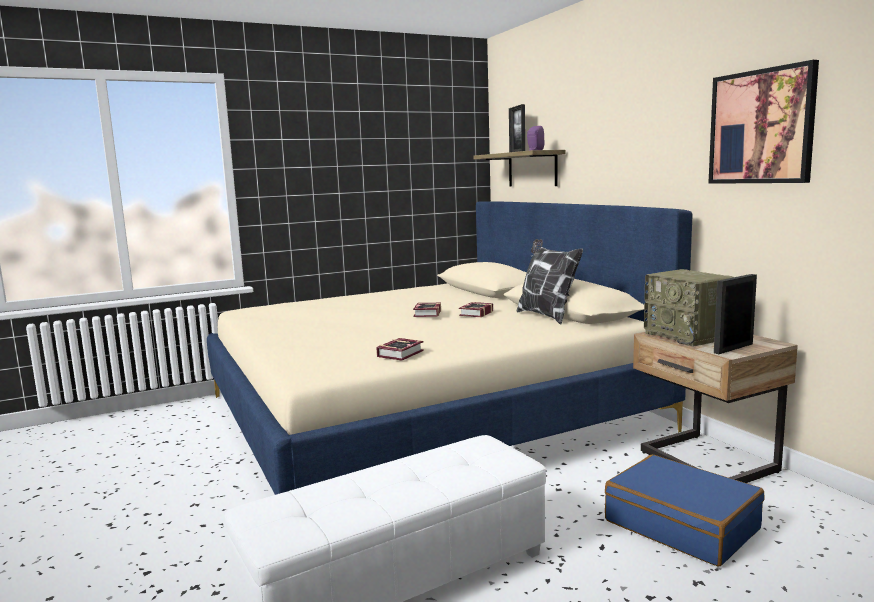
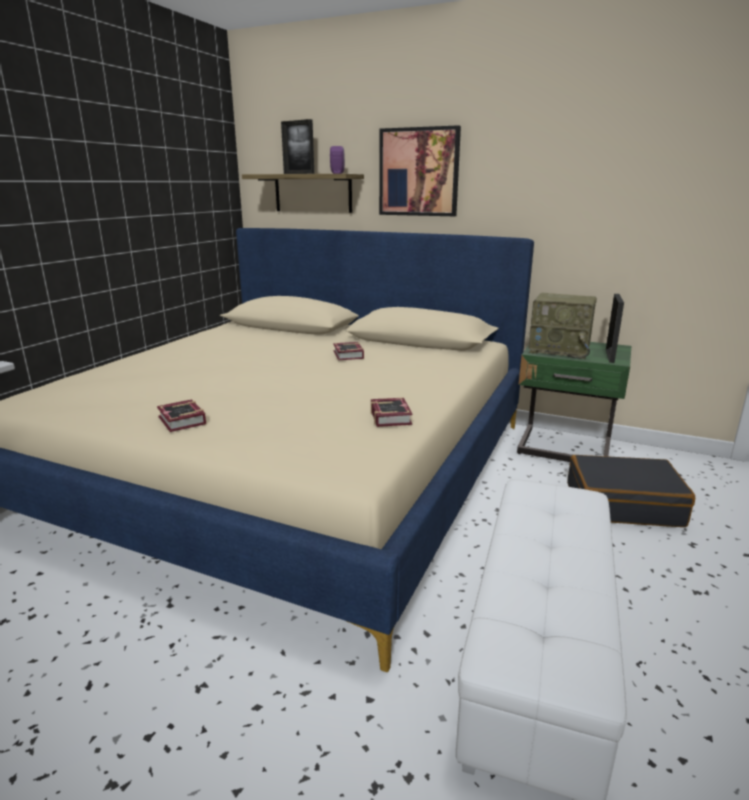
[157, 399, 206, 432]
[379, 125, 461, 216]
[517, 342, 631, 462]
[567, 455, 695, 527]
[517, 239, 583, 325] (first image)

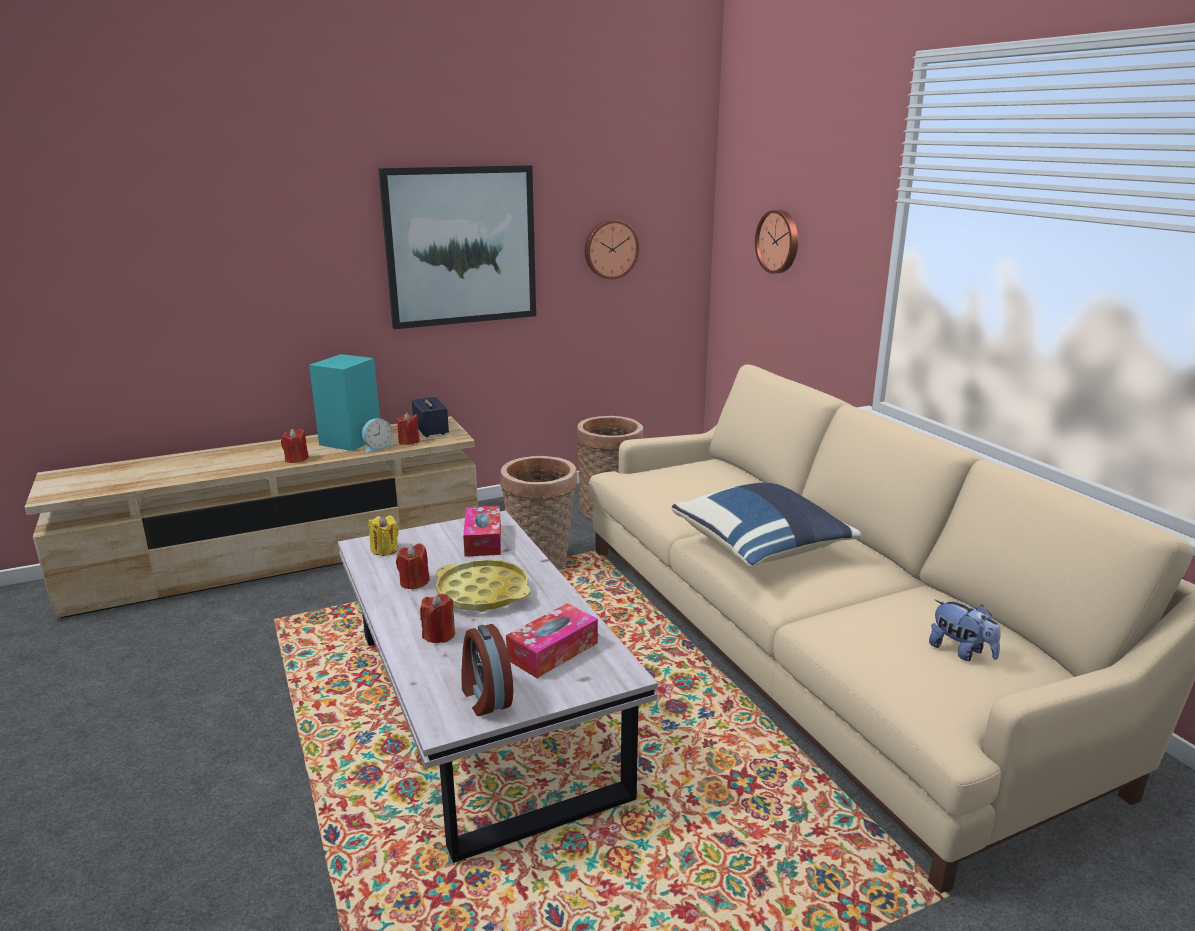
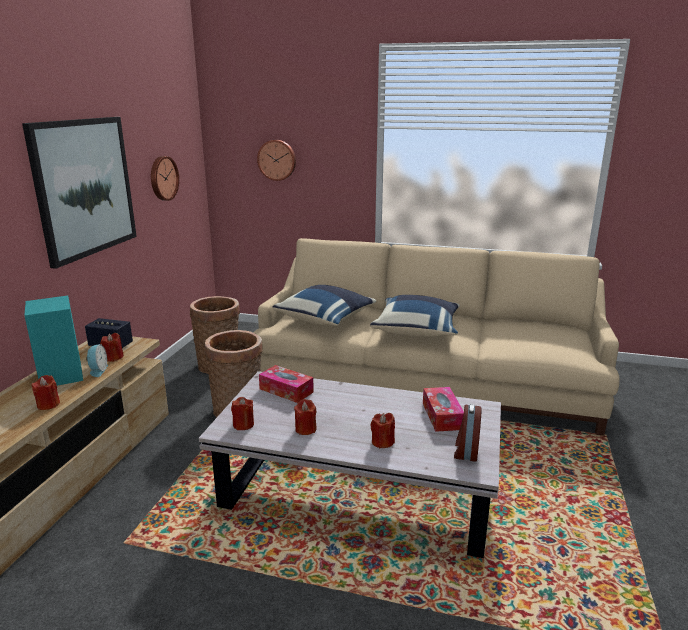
[231, 397, 254, 430]
[272, 285, 376, 326]
[454, 404, 482, 462]
[436, 559, 531, 612] (first image)
[929, 600, 1001, 661] (first image)

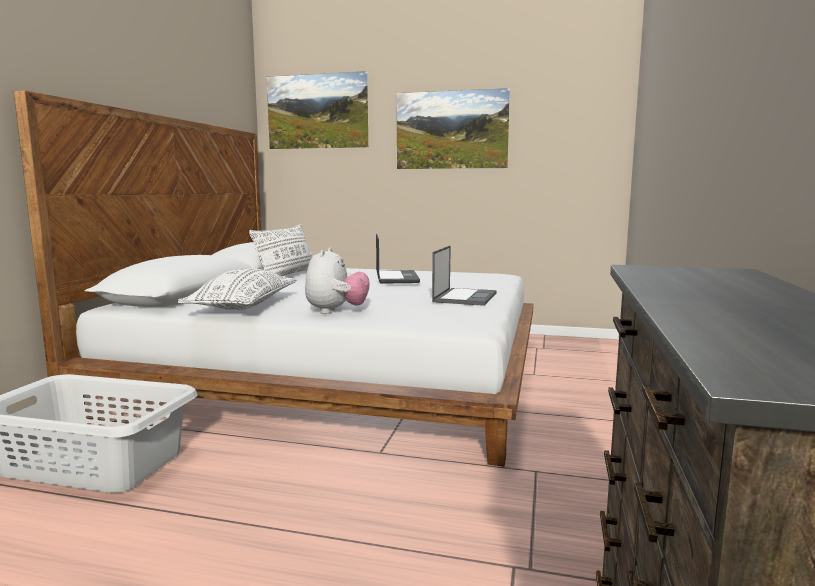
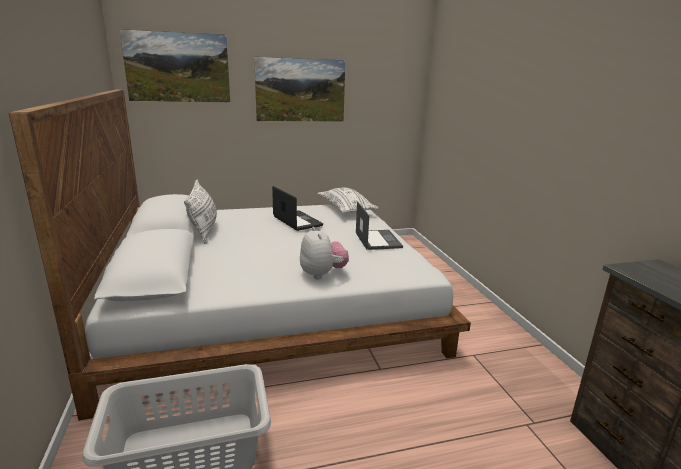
[318, 188, 379, 213]

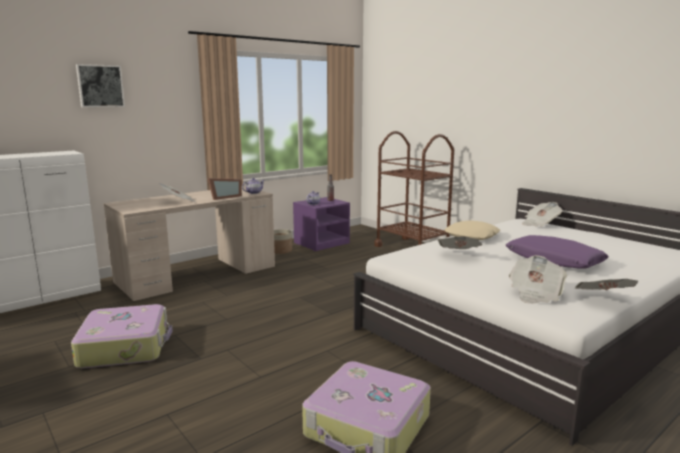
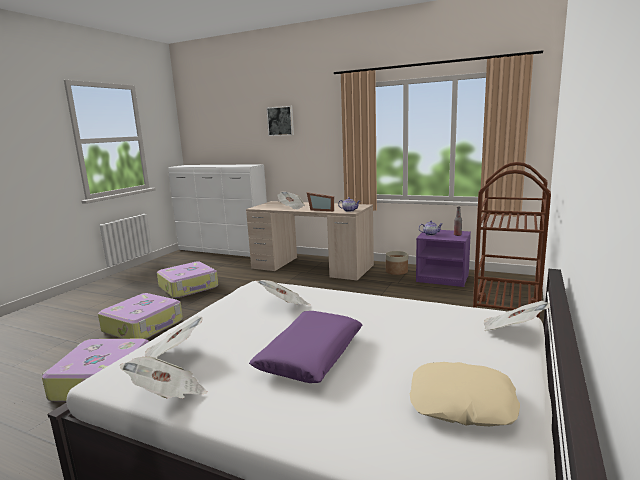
[98, 293, 183, 339]
[409, 362, 520, 426]

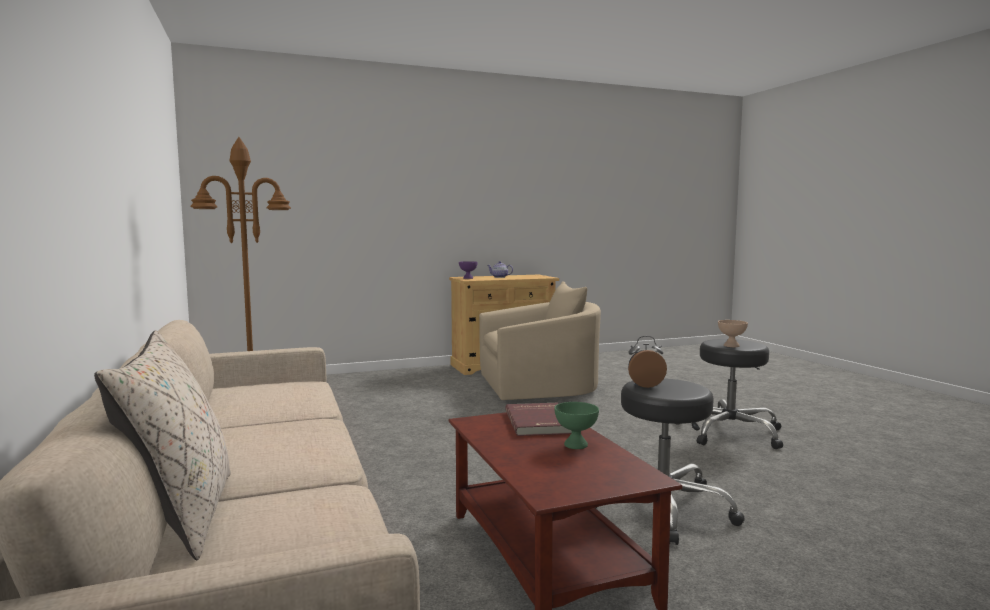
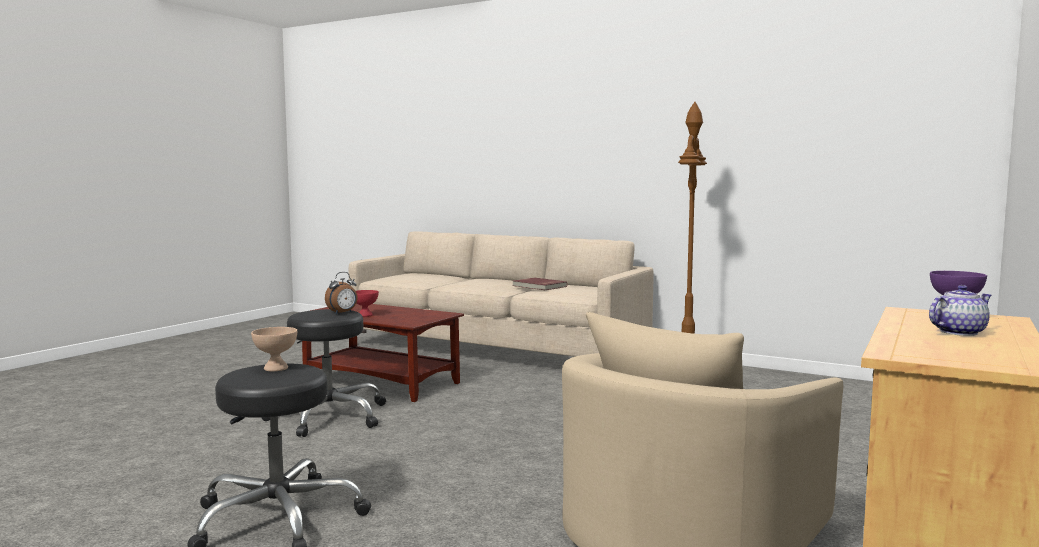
[356, 290, 379, 317]
[512, 277, 568, 290]
[94, 330, 231, 560] (first image)

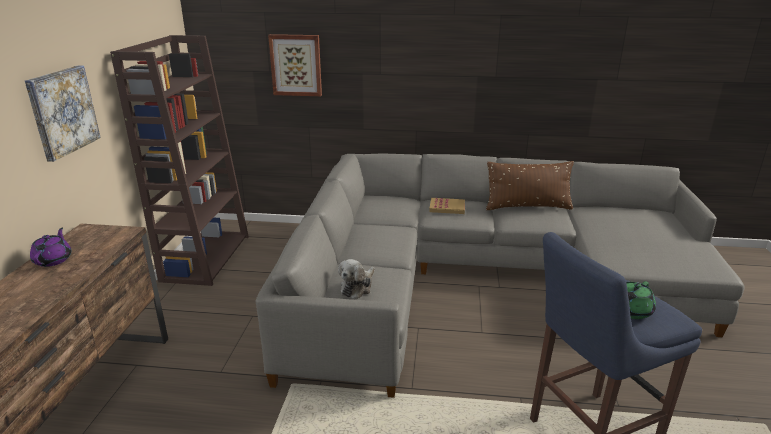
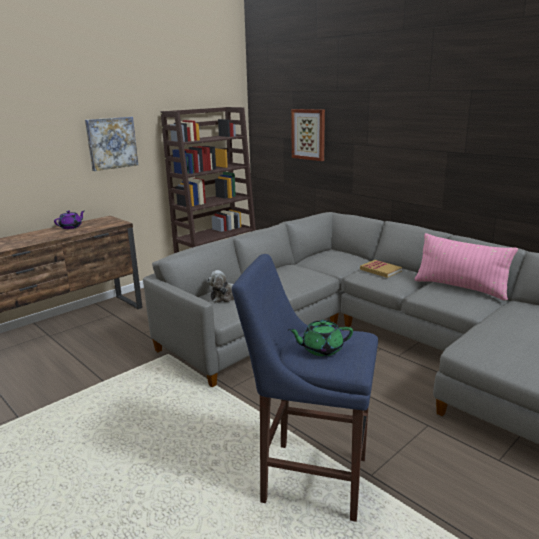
[415, 233, 518, 301]

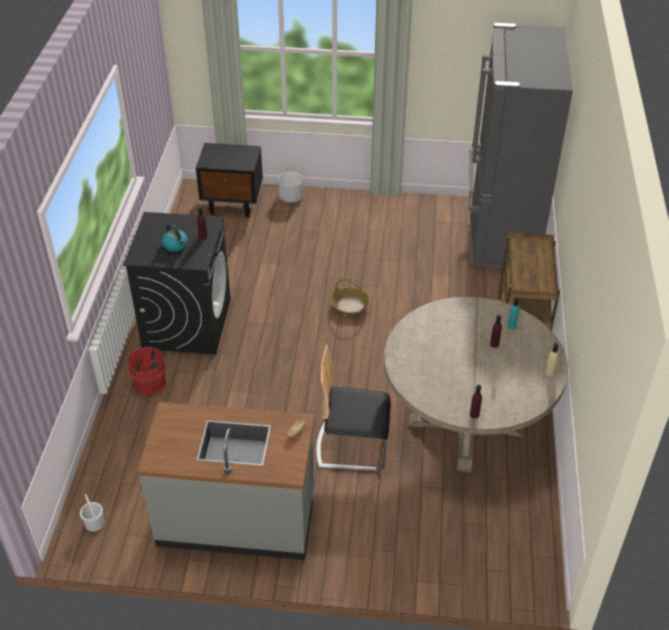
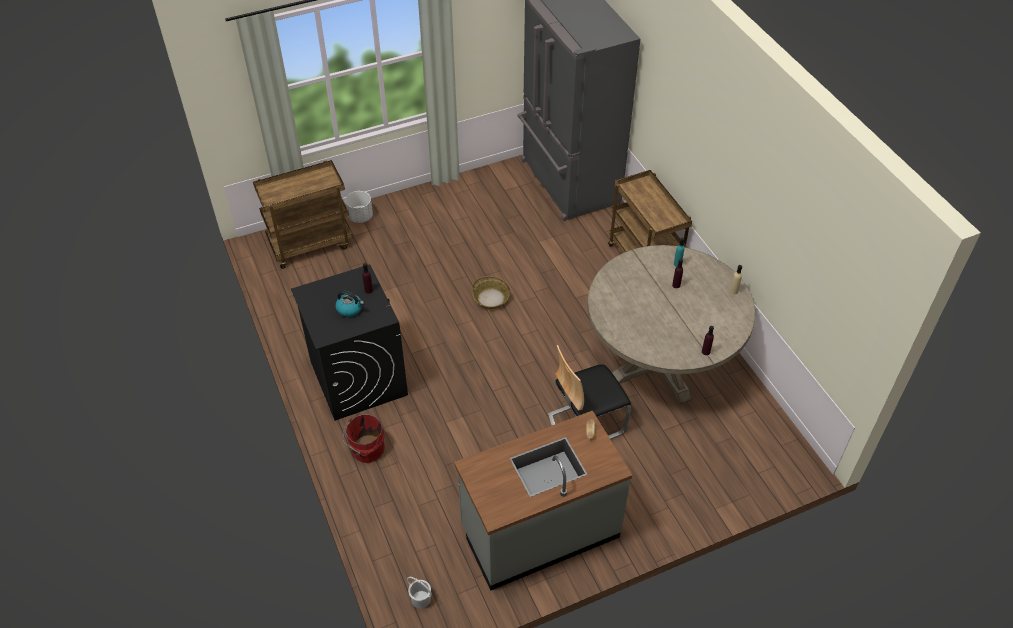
[253, 160, 353, 269]

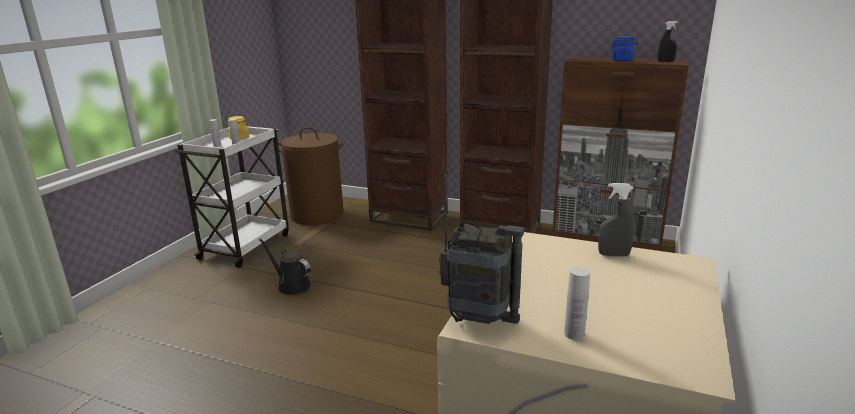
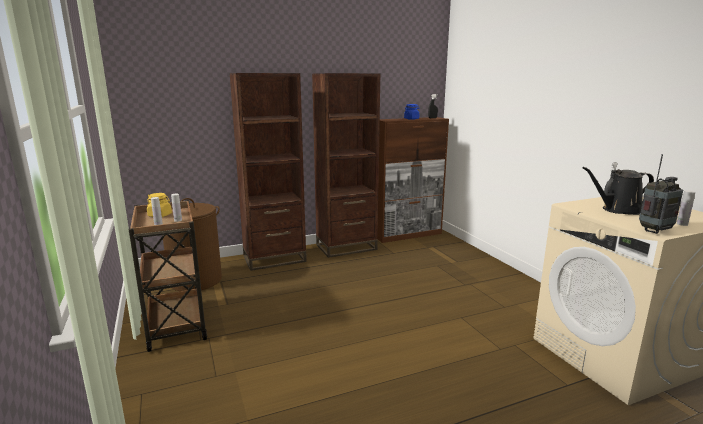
[129, 200, 207, 352]
[583, 167, 654, 215]

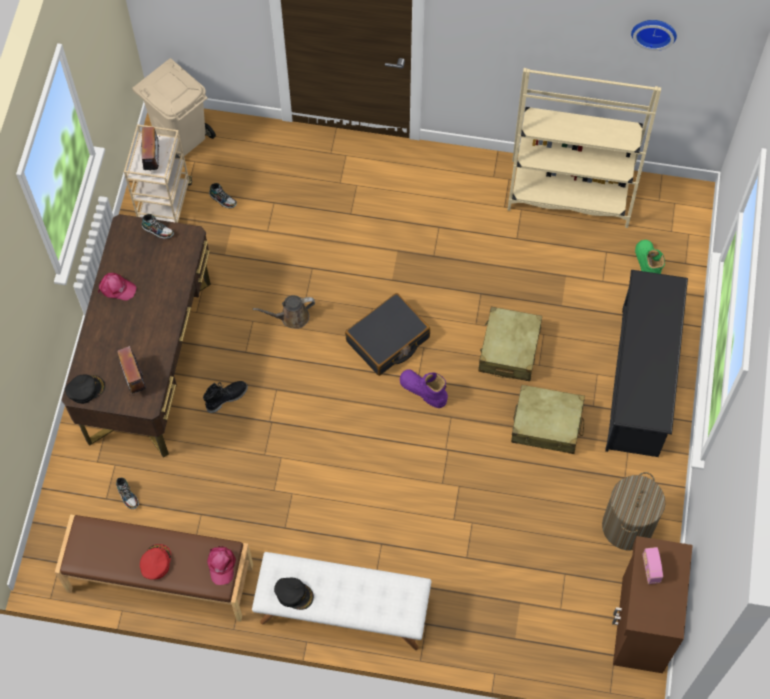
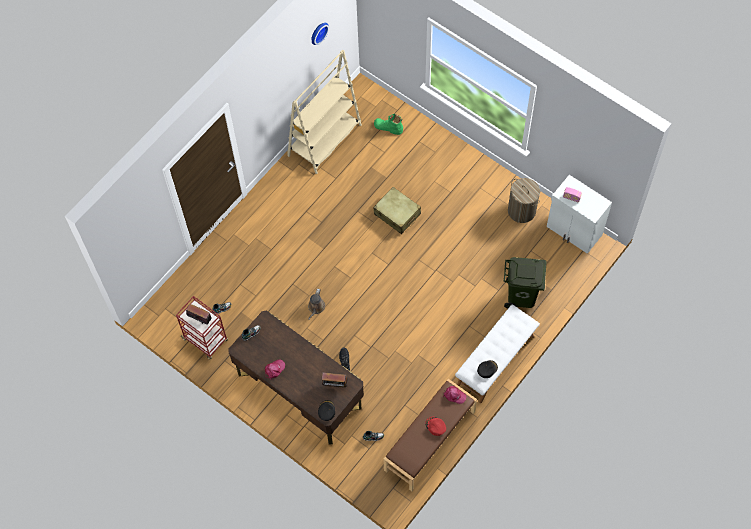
[176, 296, 228, 359]
[504, 257, 546, 308]
[547, 175, 612, 254]
[132, 58, 216, 158] (first image)
[345, 293, 430, 376] (first image)
[400, 370, 448, 408] (first image)
[511, 385, 585, 454] (first image)
[605, 270, 688, 457] (first image)

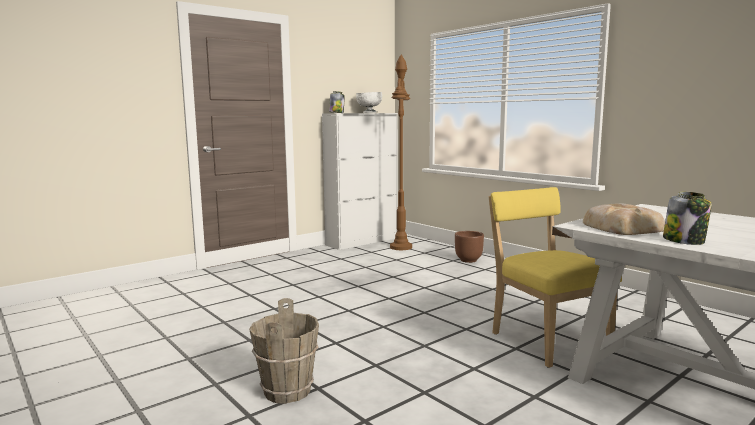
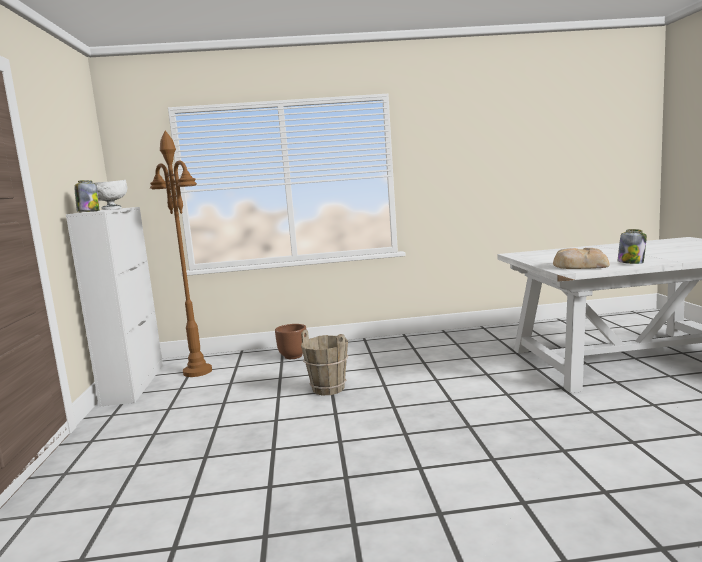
[301, 330, 348, 395]
[489, 187, 622, 368] (first image)

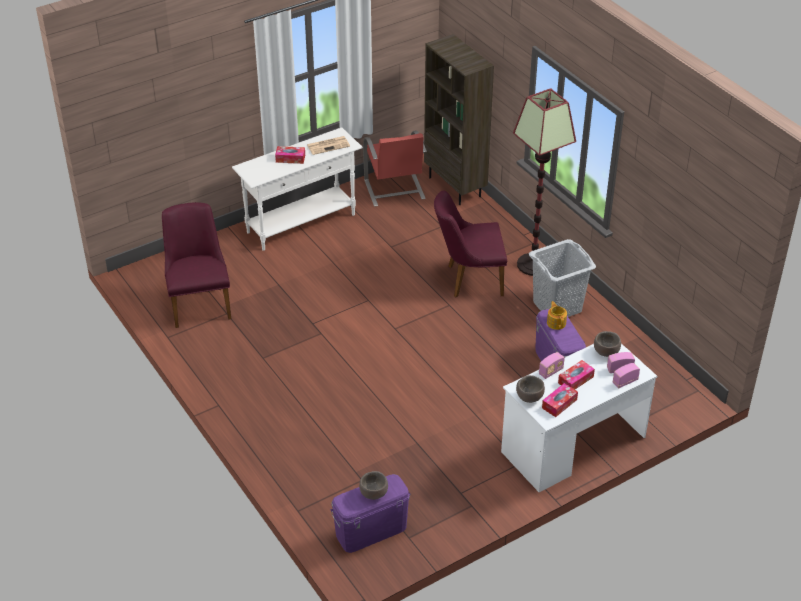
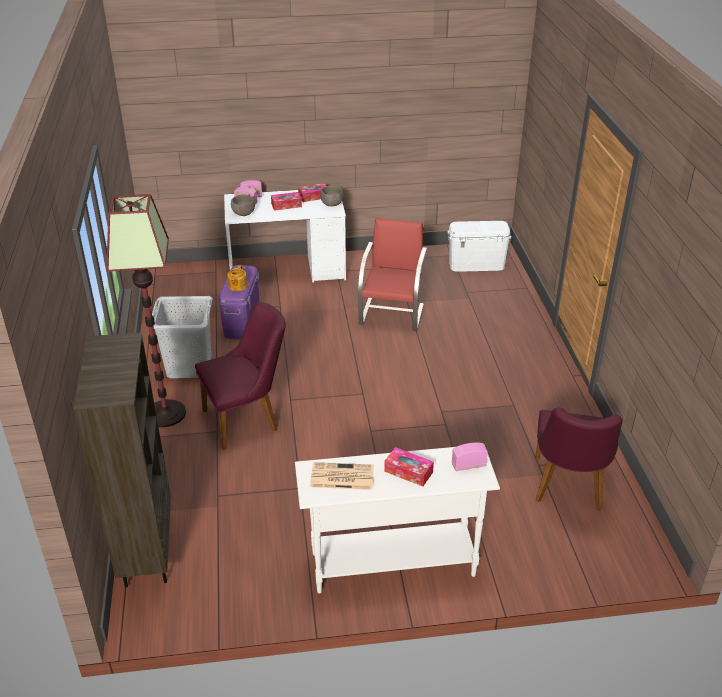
[195, 302, 286, 450]
[358, 218, 427, 331]
[447, 221, 512, 272]
[452, 442, 488, 471]
[359, 471, 388, 500] (first image)

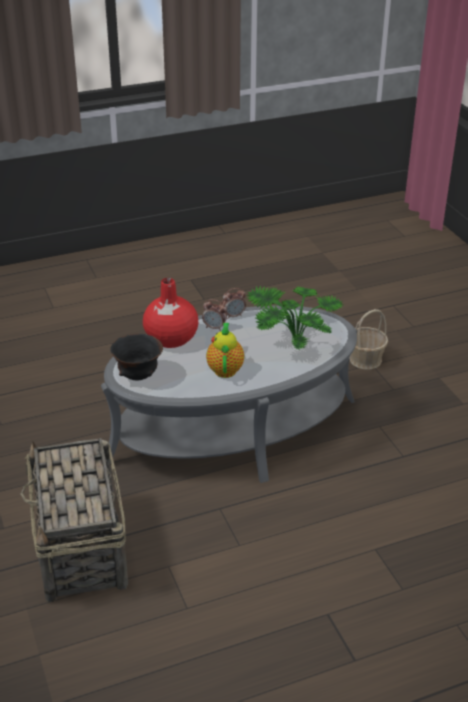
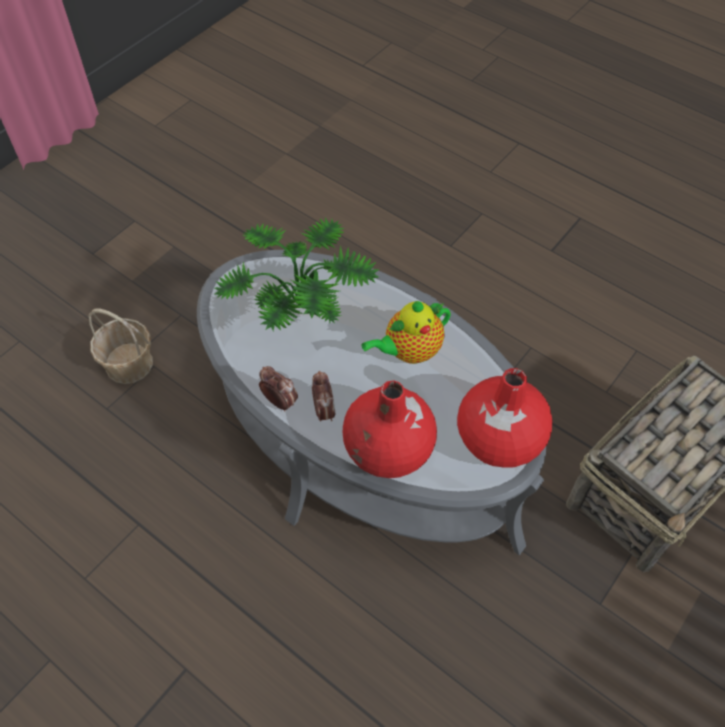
[457, 368, 552, 467]

